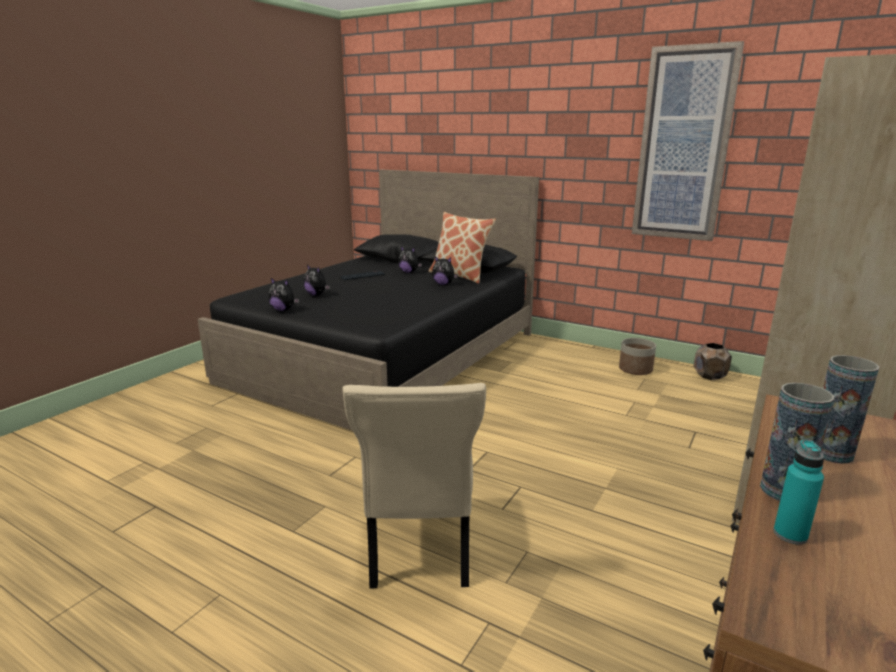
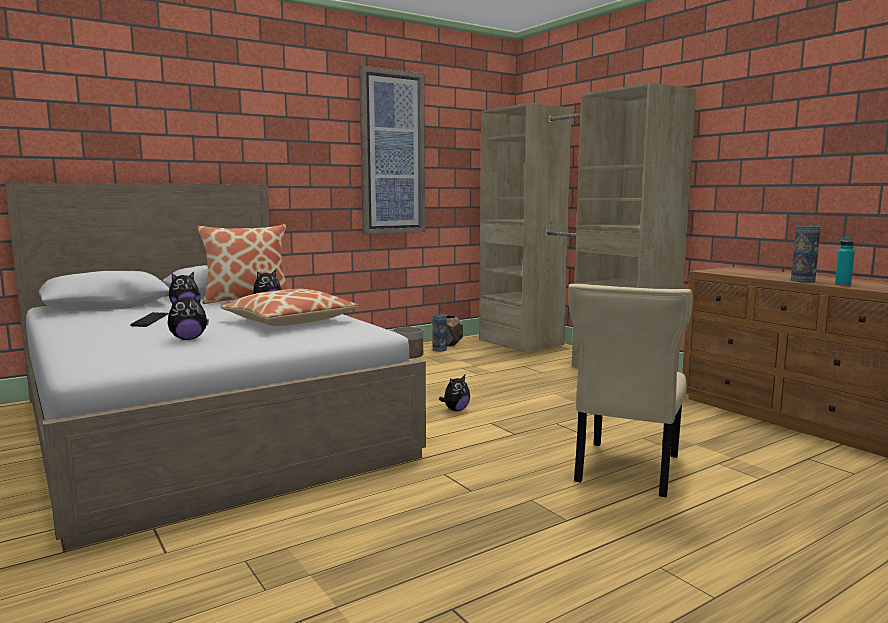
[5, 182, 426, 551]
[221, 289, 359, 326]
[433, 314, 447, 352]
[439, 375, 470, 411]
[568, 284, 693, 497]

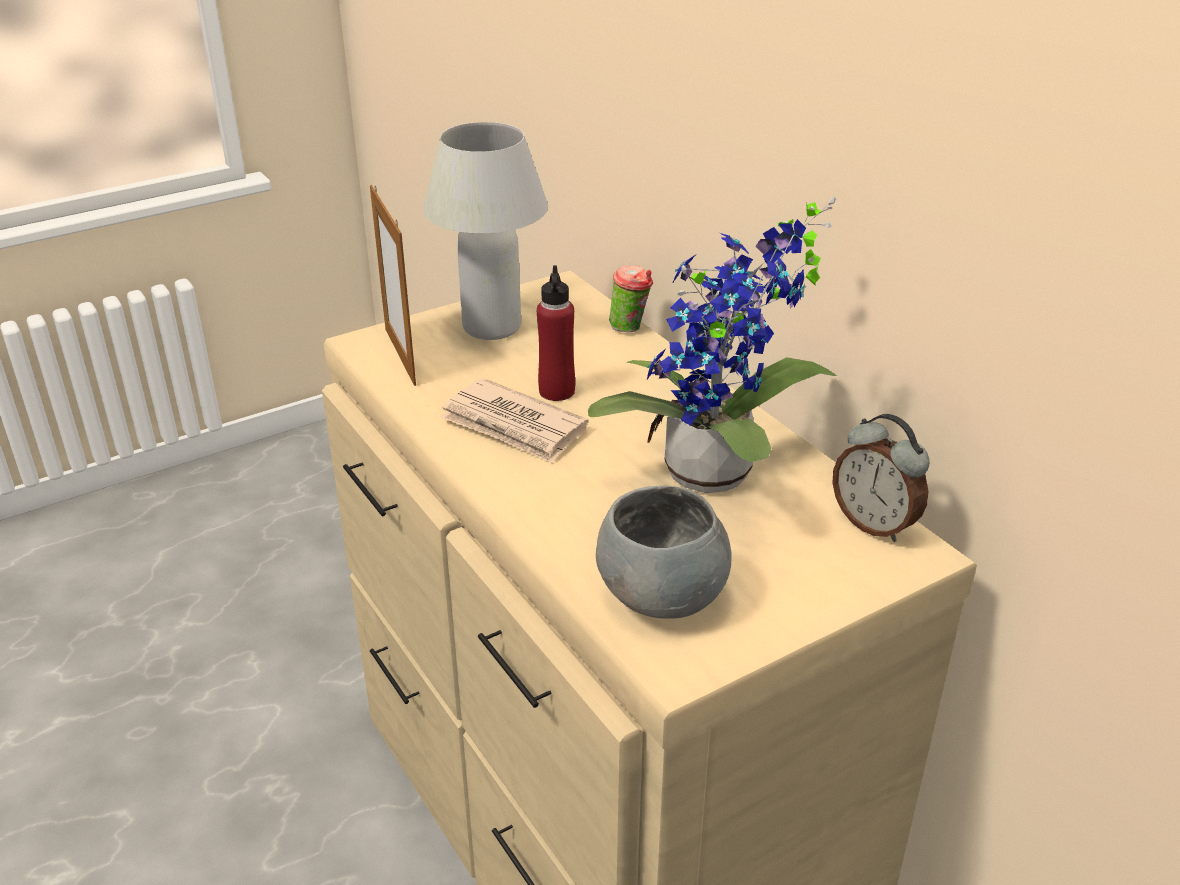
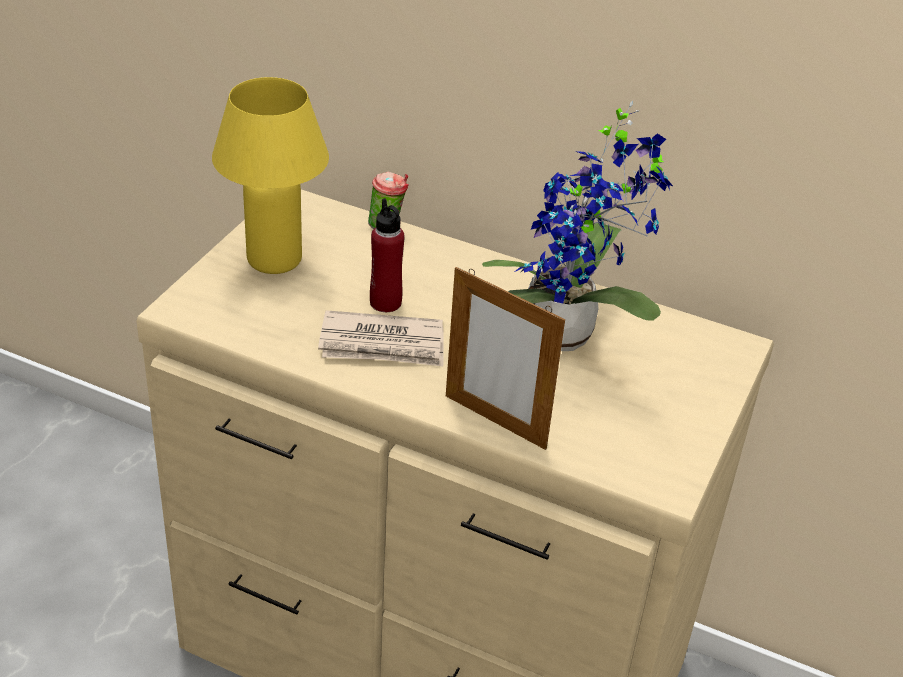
[212, 77, 329, 274]
[446, 267, 565, 450]
[596, 486, 731, 619] (first image)
[832, 414, 930, 542] (first image)

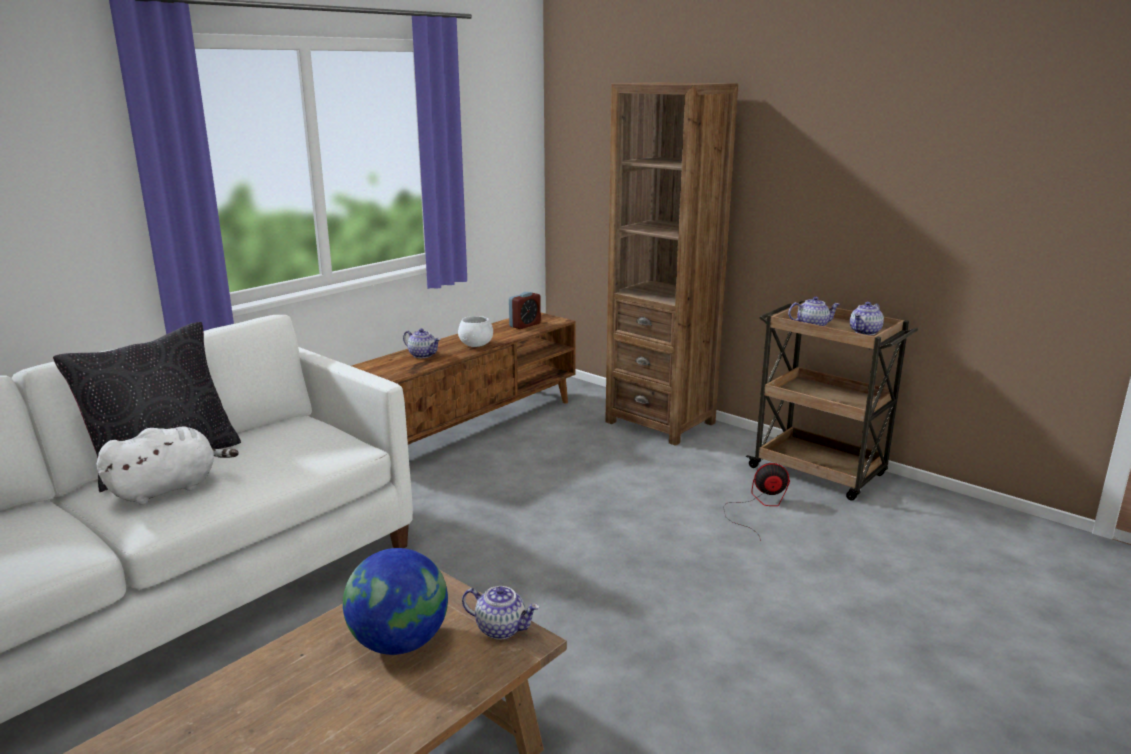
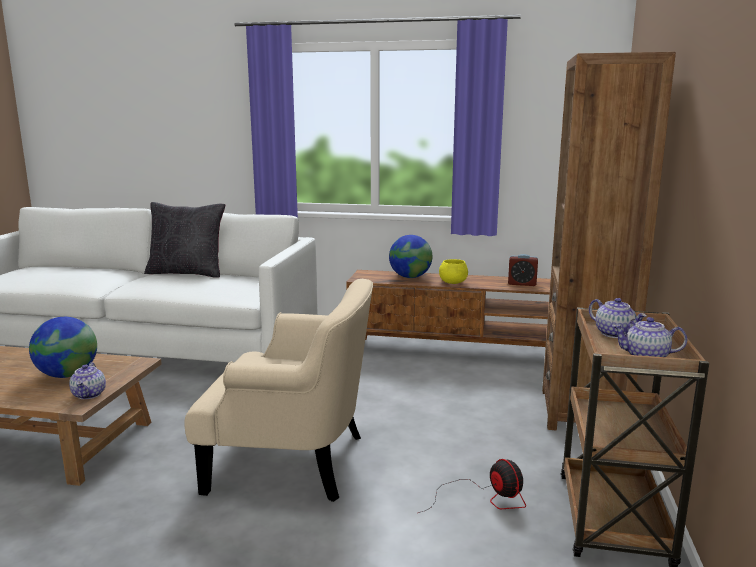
[184, 279, 373, 502]
[389, 235, 433, 278]
[439, 259, 468, 284]
[97, 426, 239, 505] (first image)

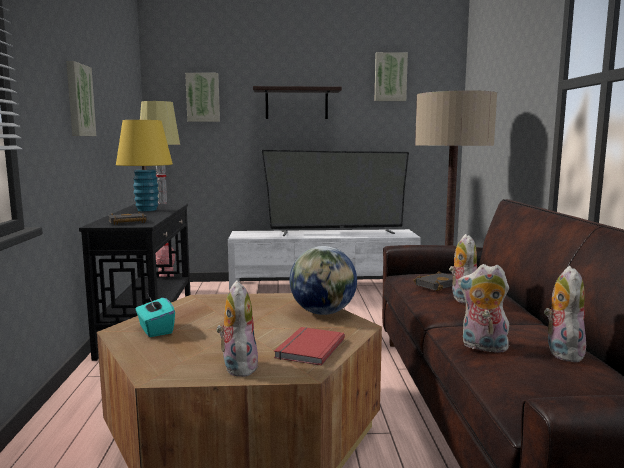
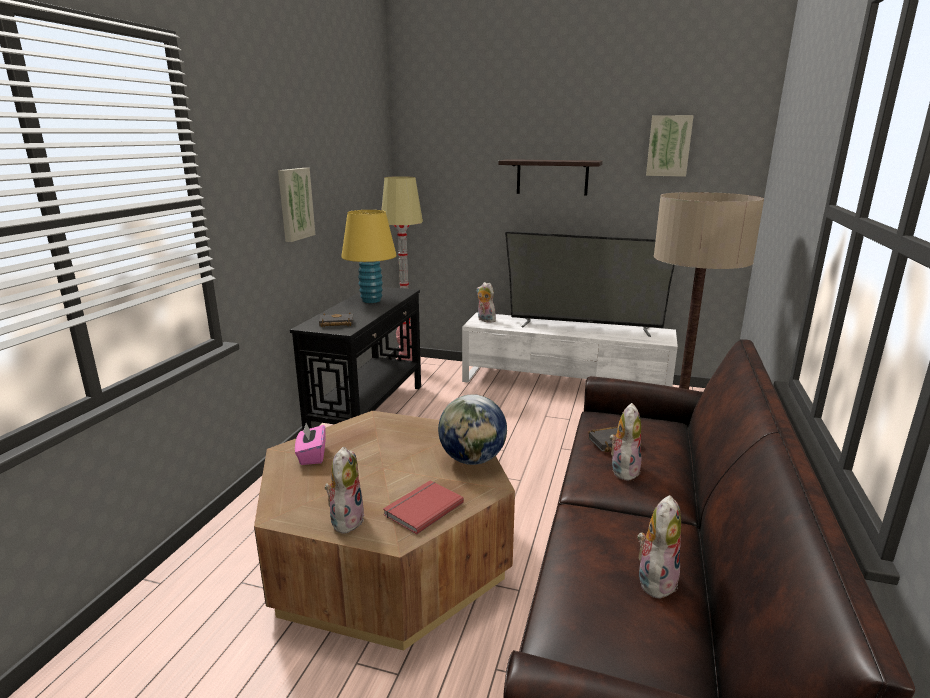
[295, 423, 326, 465]
[476, 282, 497, 323]
[185, 73, 220, 122] (first image)

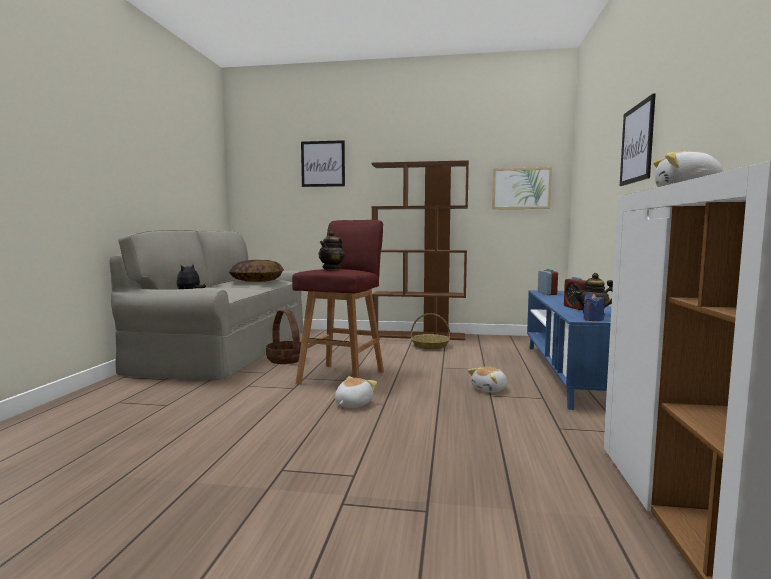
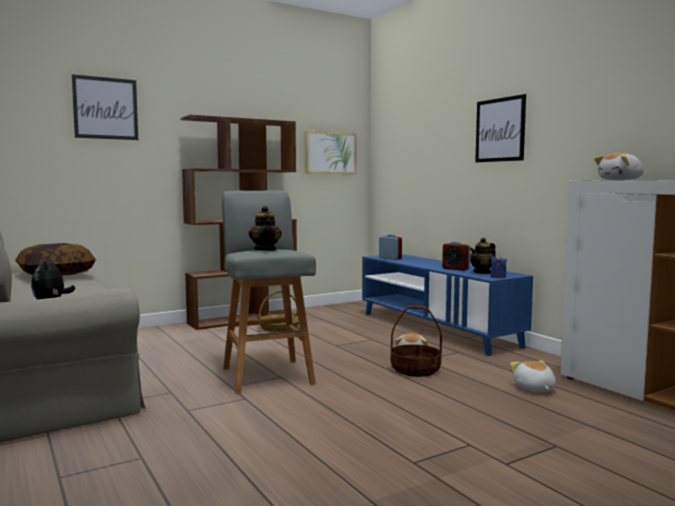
[222, 190, 316, 394]
[391, 305, 442, 377]
[510, 360, 556, 393]

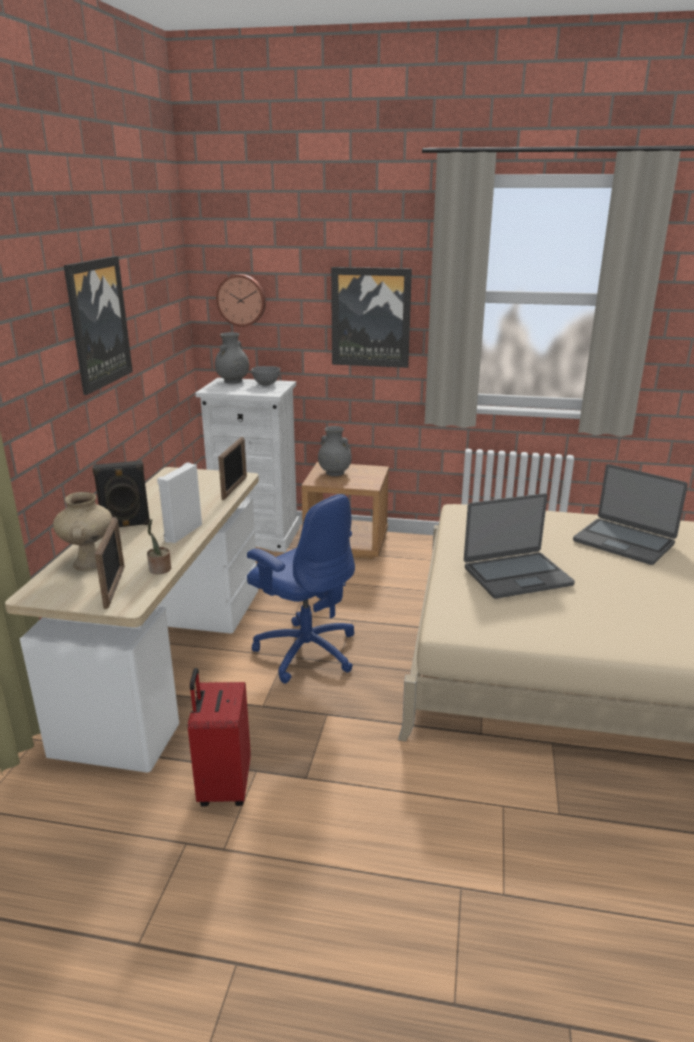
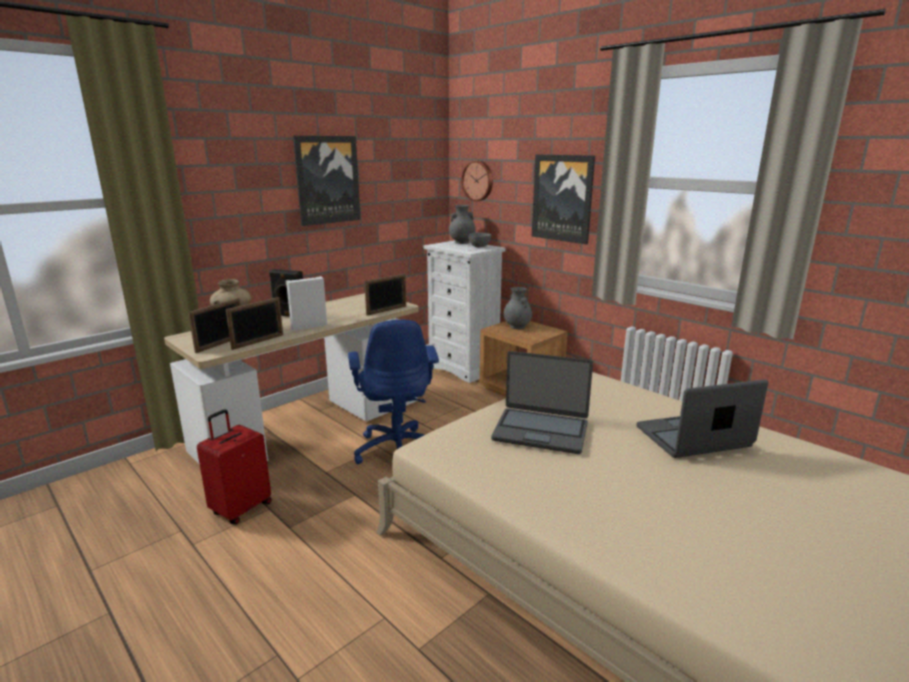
[226, 297, 283, 350]
[636, 379, 768, 458]

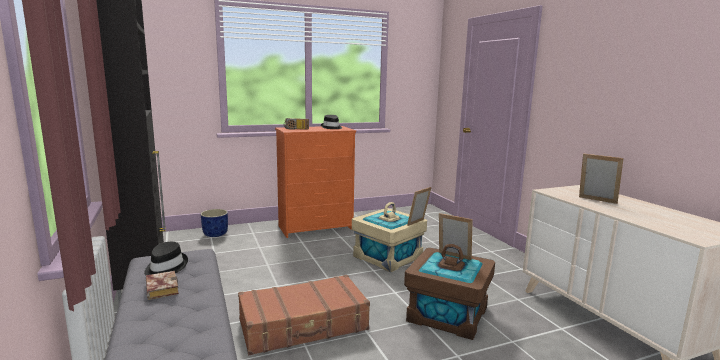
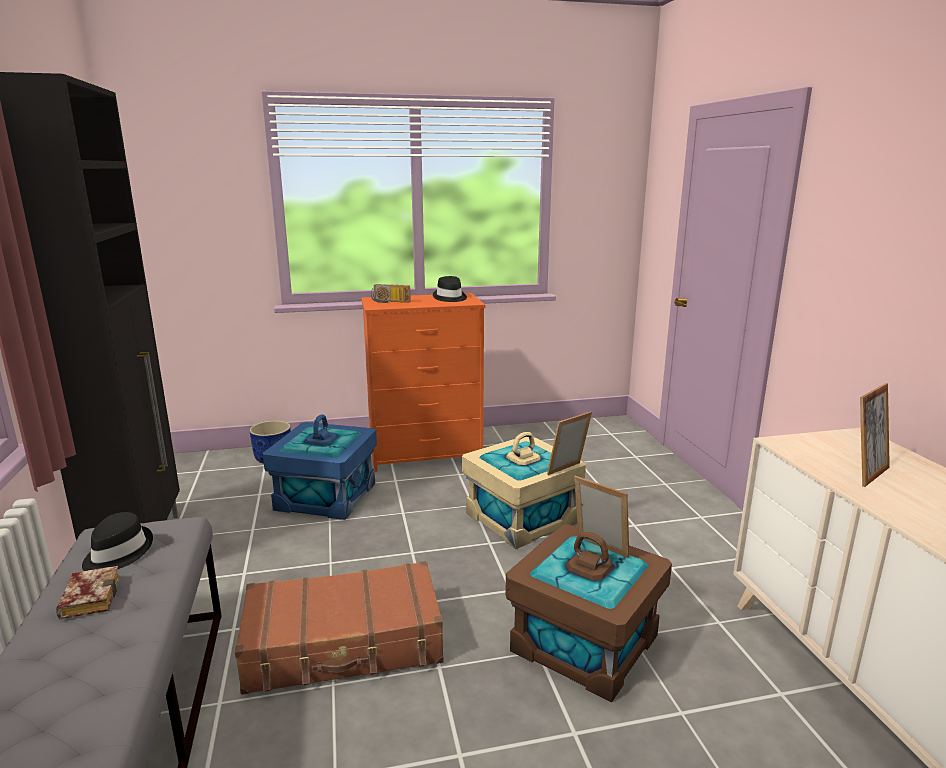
[263, 414, 377, 520]
[860, 383, 890, 487]

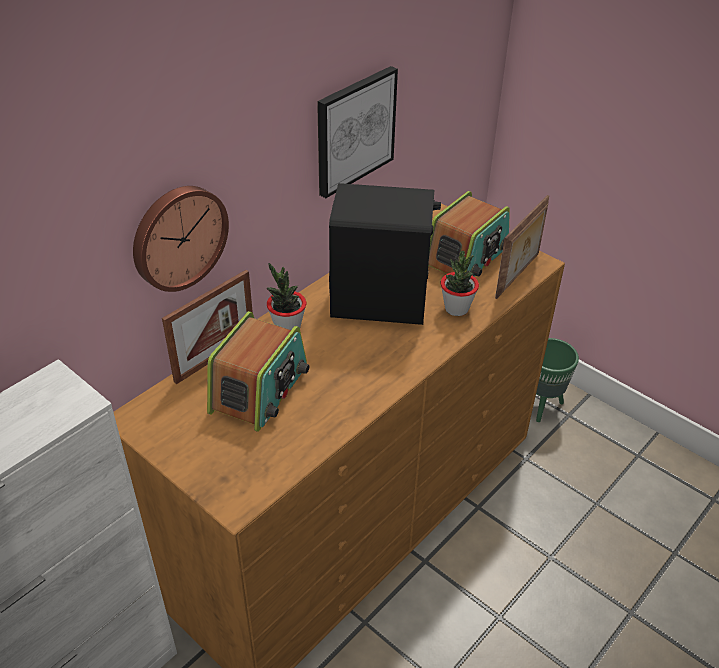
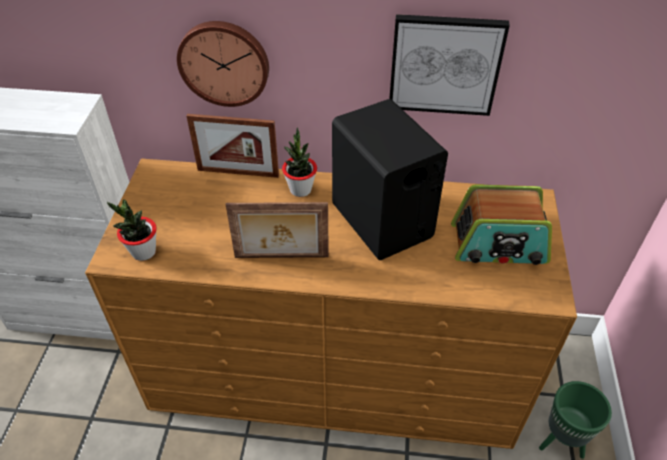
[107, 199, 157, 261]
[226, 202, 329, 258]
[207, 311, 310, 432] (first image)

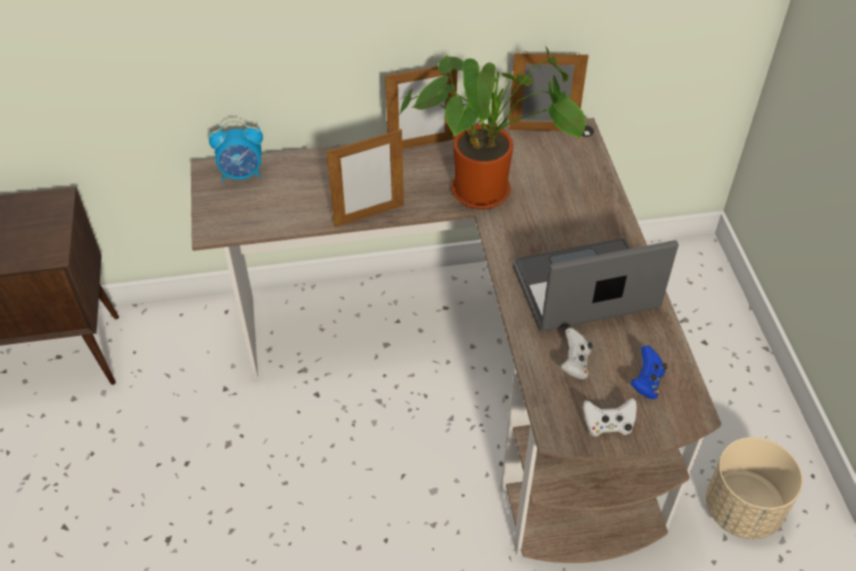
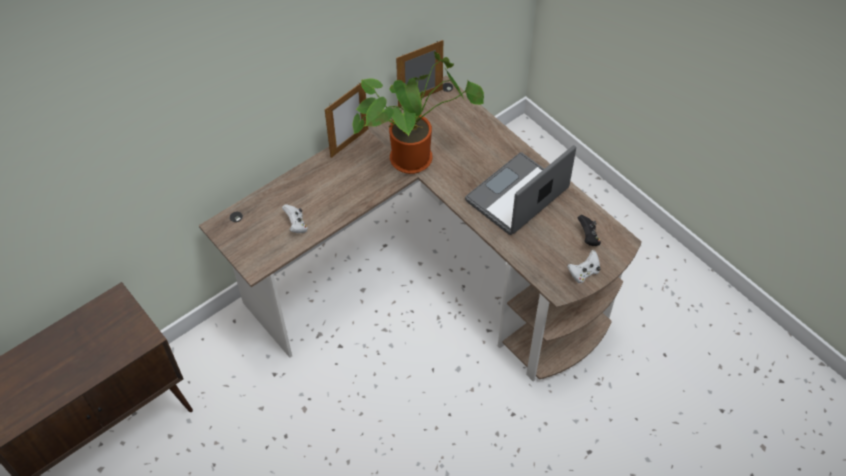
[282, 204, 308, 233]
[578, 215, 601, 246]
[209, 121, 263, 182] (first image)
[326, 129, 404, 227] (first image)
[706, 437, 803, 539] (first image)

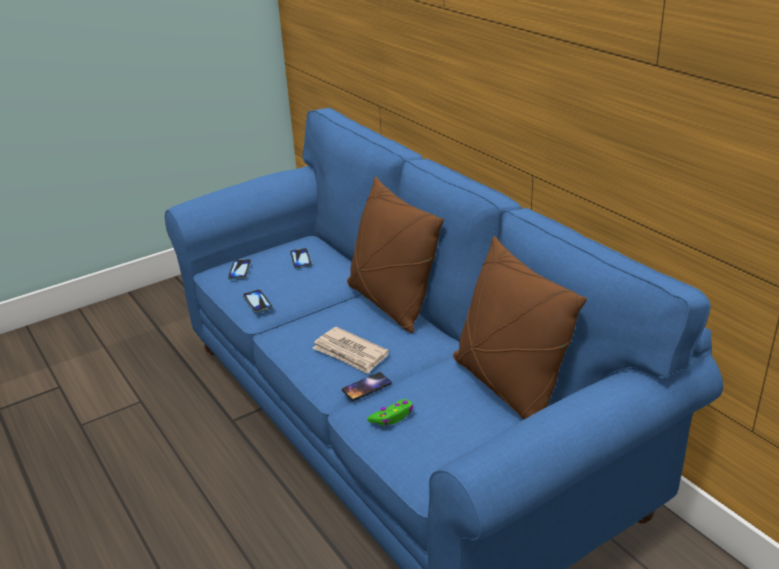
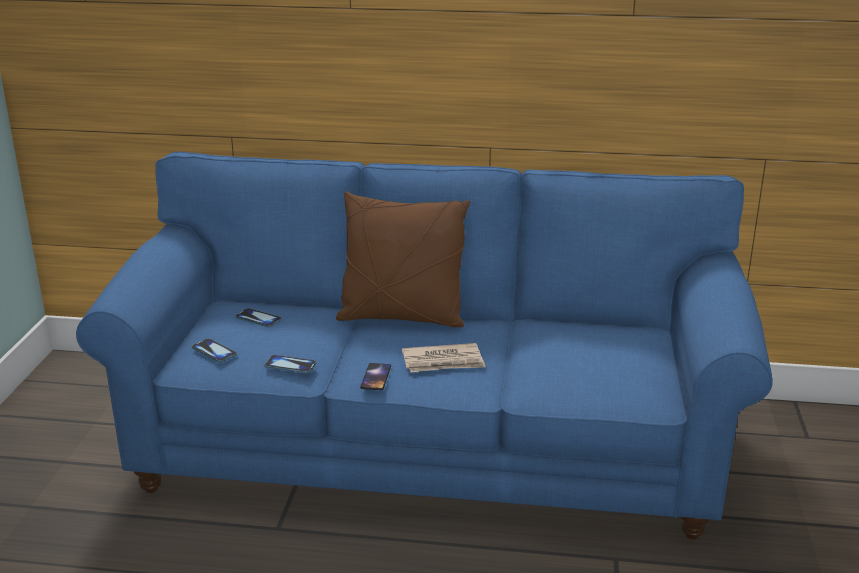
[360, 363, 391, 390]
[367, 399, 414, 426] (first image)
[453, 236, 587, 419] (first image)

